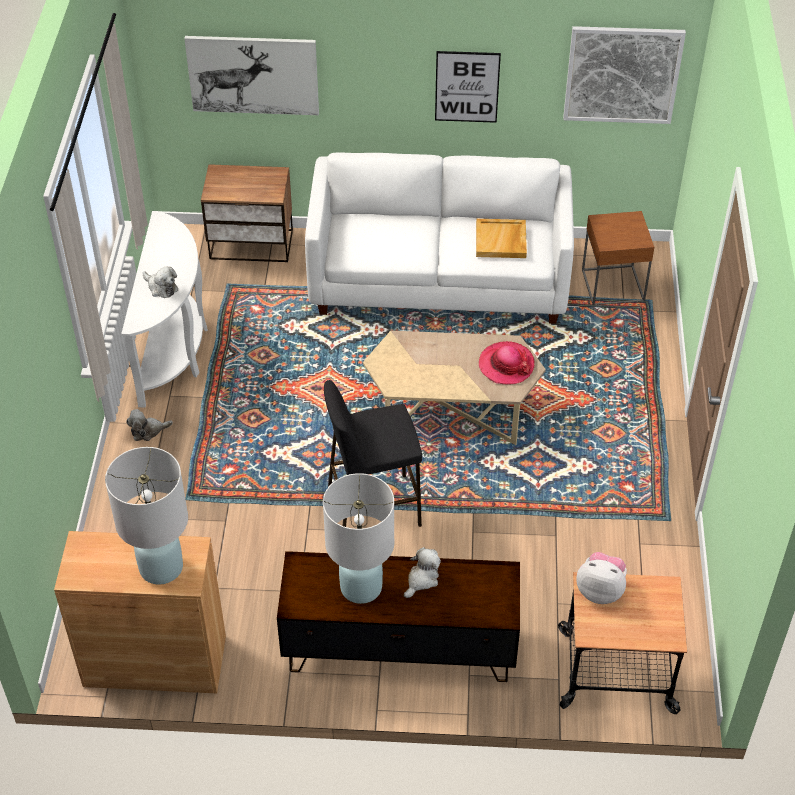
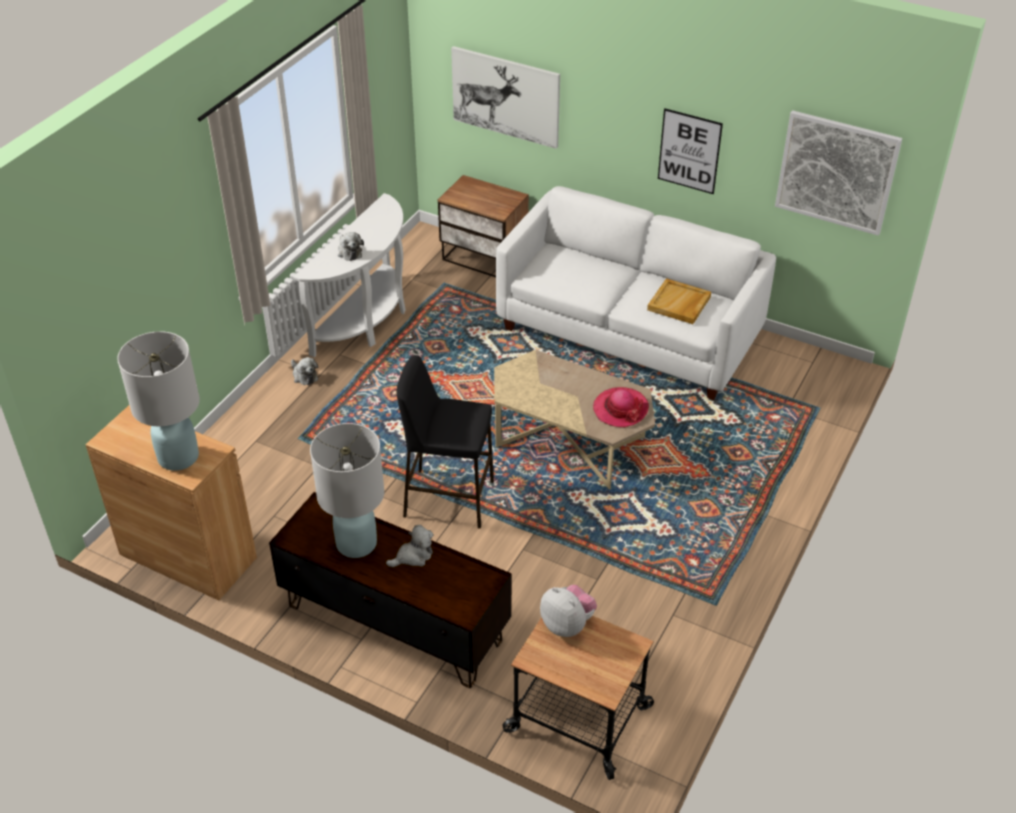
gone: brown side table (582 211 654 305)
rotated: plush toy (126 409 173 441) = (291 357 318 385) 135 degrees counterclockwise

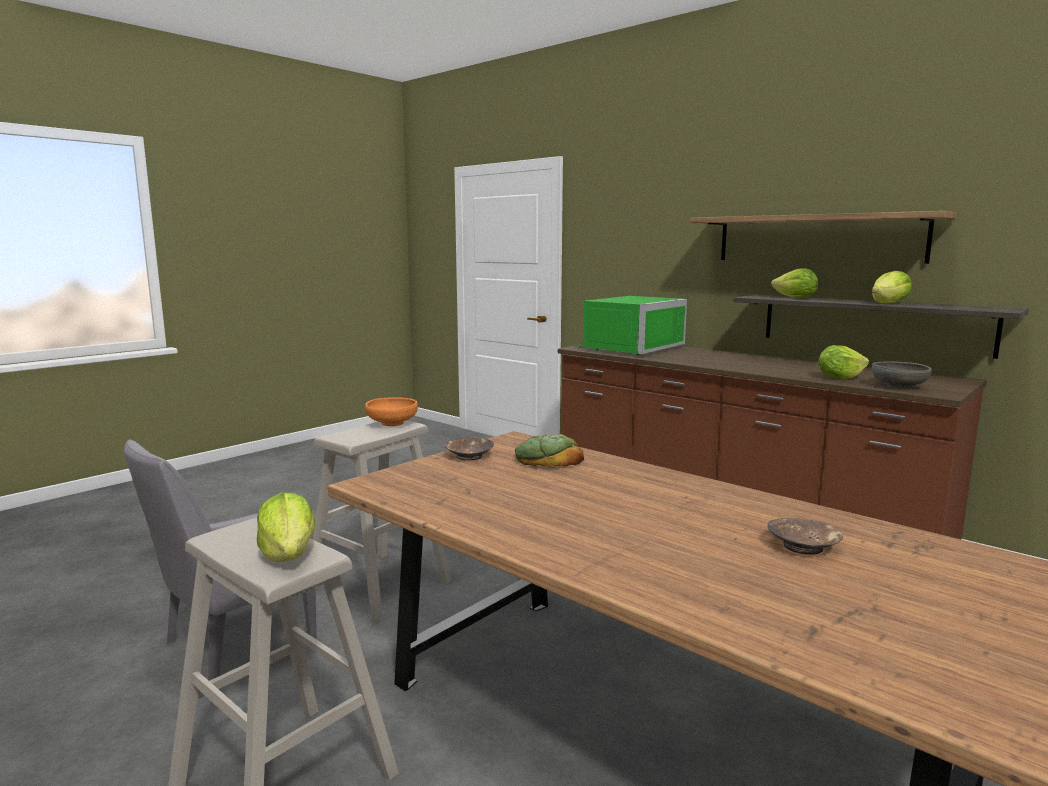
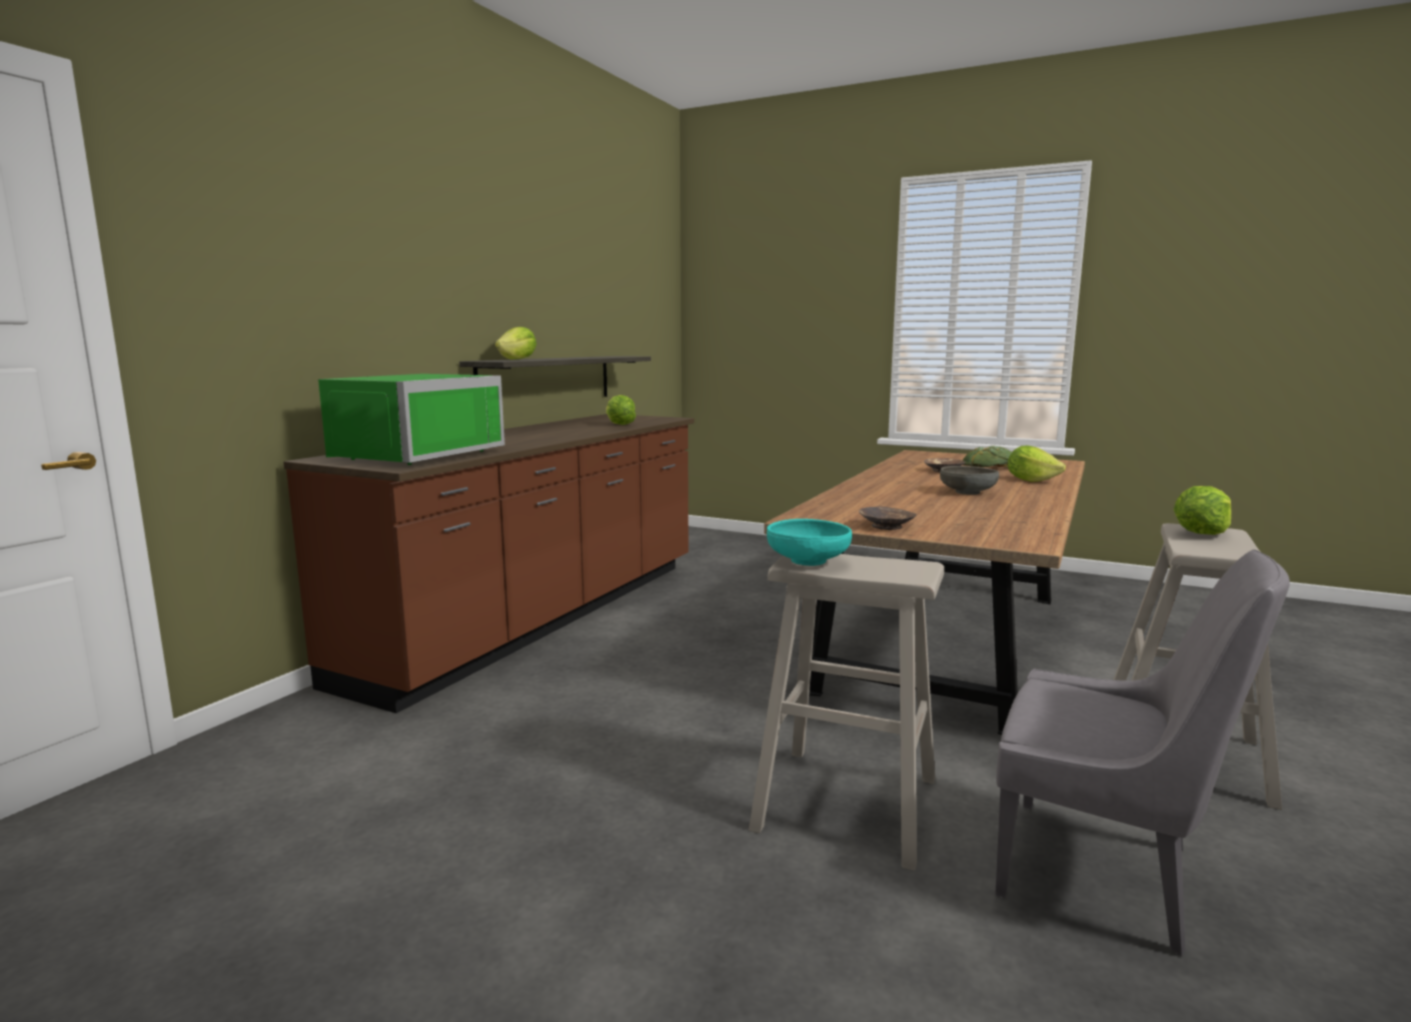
gone: shelf (690 211 957 264)
shifted: grey bowl (872 361 932 389) to (940 466 999 495); bread (515 434 584 467) to (963 446 1012 467); lettuce (872 271 912 303) to (1007 446 1066 482)
repainted: orange bowl (365 397 418 426) to turquoise bowl (767 519 852 566)
rotated: green microwave (578 296 687 355) = (318 374 505 465) 90 degrees clockwise

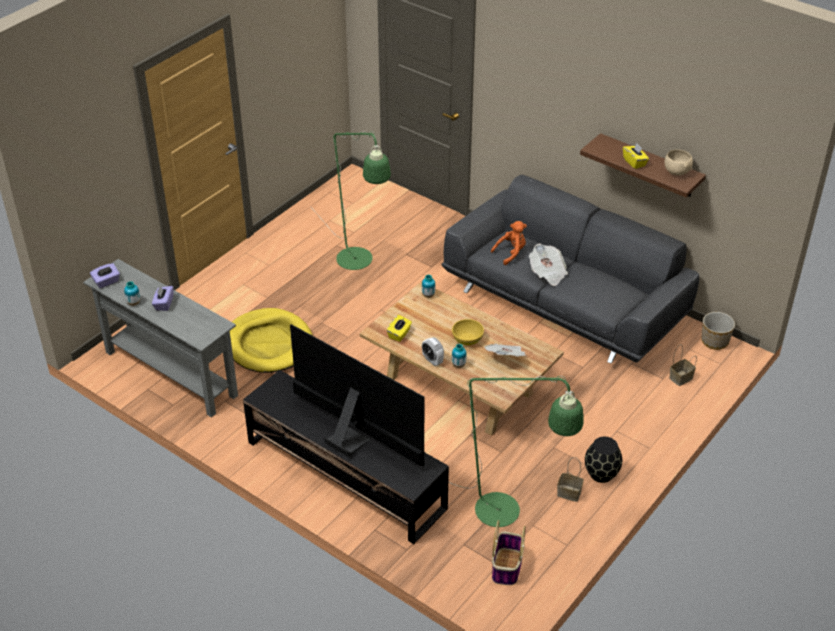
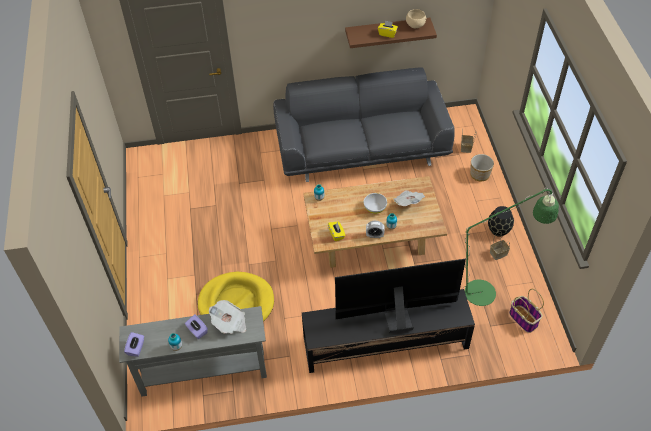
gone: green floor lamp (310 131 391 270); orange plush toy (491 221 527 265)
shifted: newspaper (529 244 568 286) to (209 300 246 334); planter (701 312 735 350) to (470 154 494 181)
repainted: yellow bowl (452 319 484 346) to white bowl (364 193 387 214)

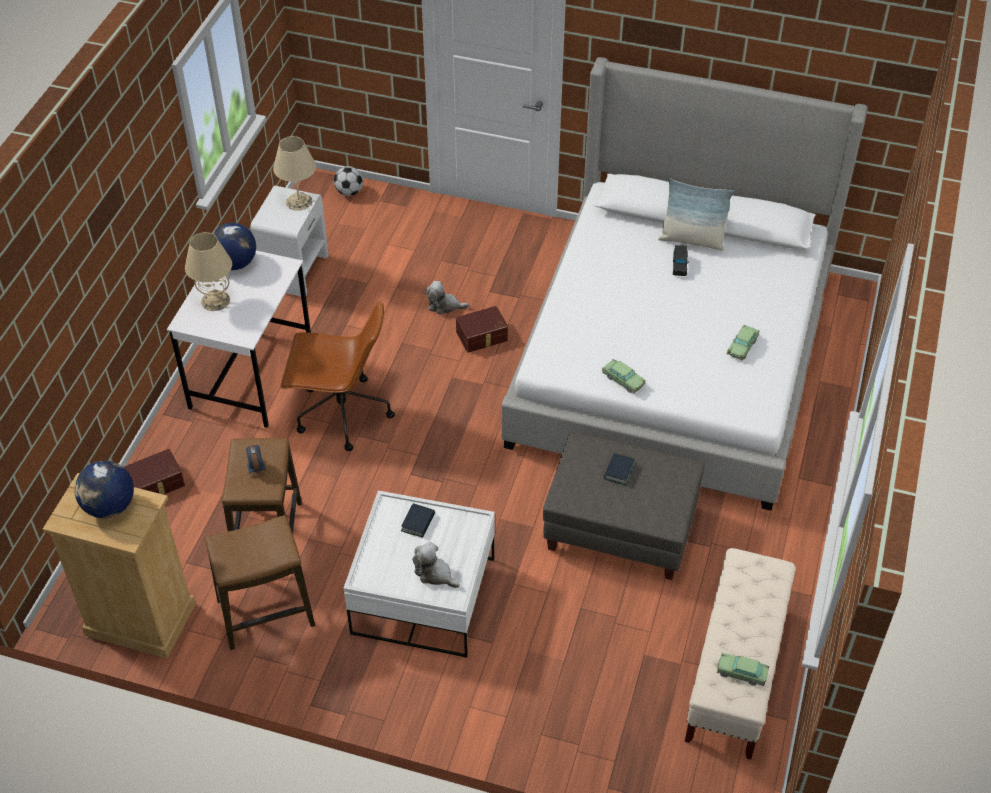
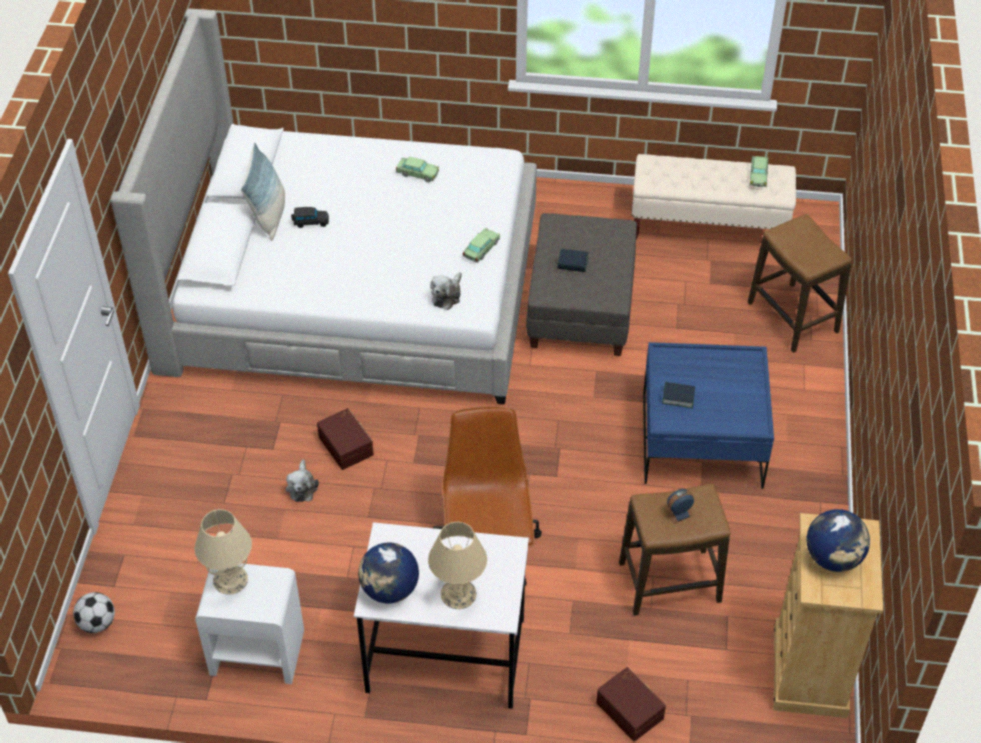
shifted: plush toy (412 542 460 588) to (430 272 462 310); stool (205 515 315 650) to (747 214 852 353)
repainted: white coffee table (343 491 495 657) to blue coffee table (643 342 774 489)

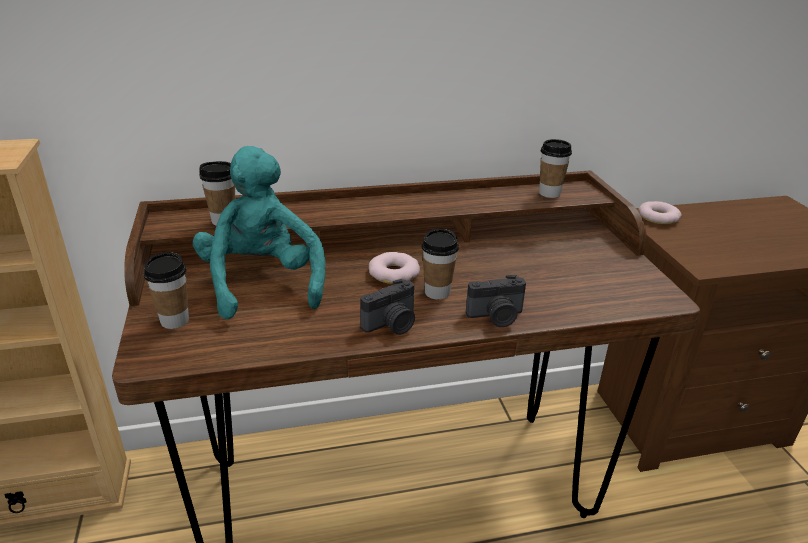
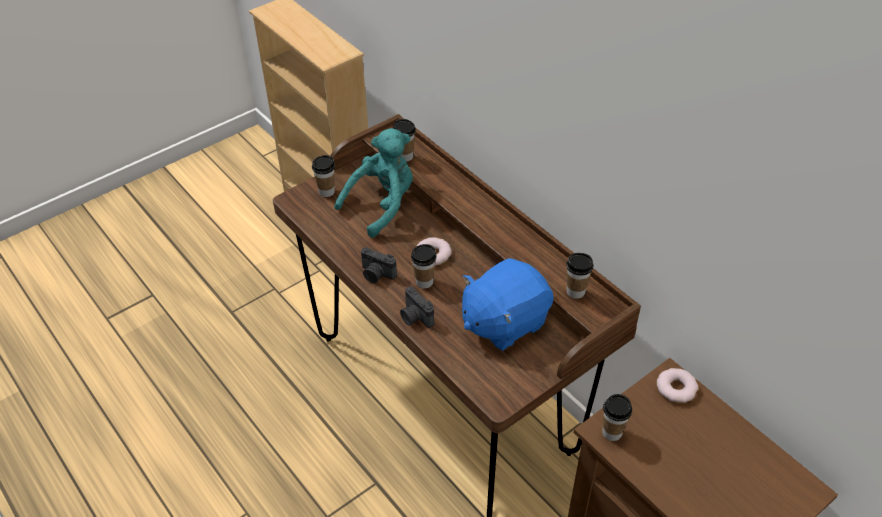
new: blue plush toy (462 258 554 351); cup (602 394 632 441)

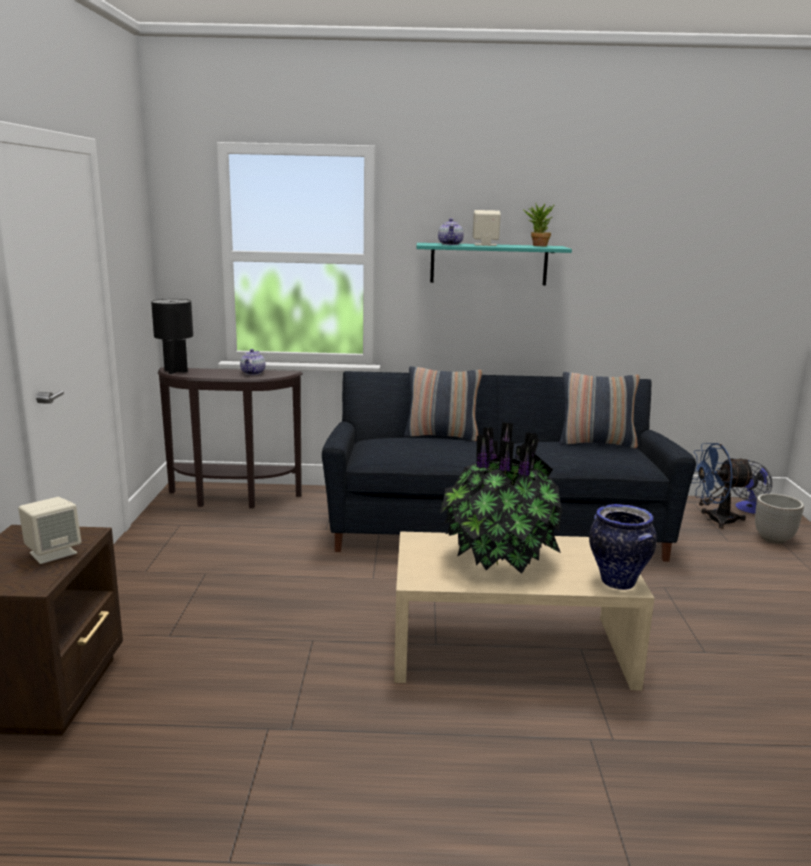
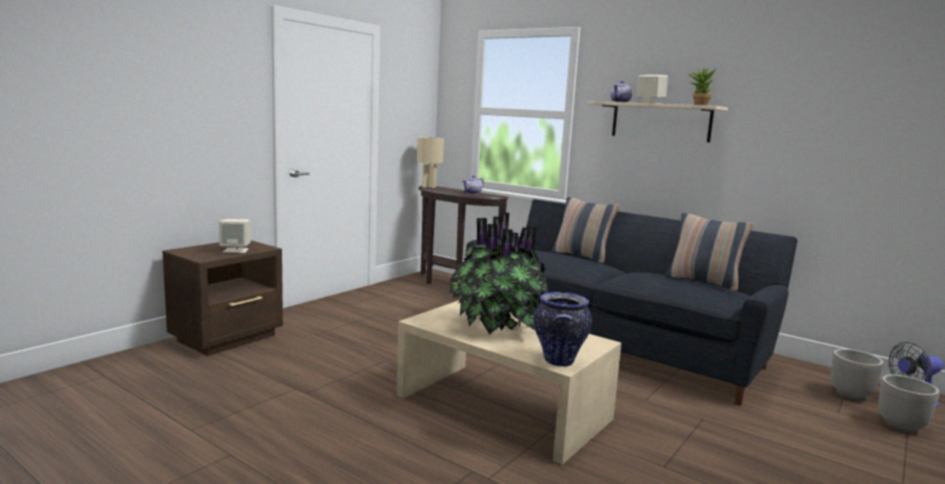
swapped: blue fan (691 443 755 529) to planter (831 349 884 400)
repainted: black table lamp (151 299 193 374) to beige table lamp (417 137 444 188); turquoise shelf (416 243 572 285) to beige shelf (588 101 728 142)

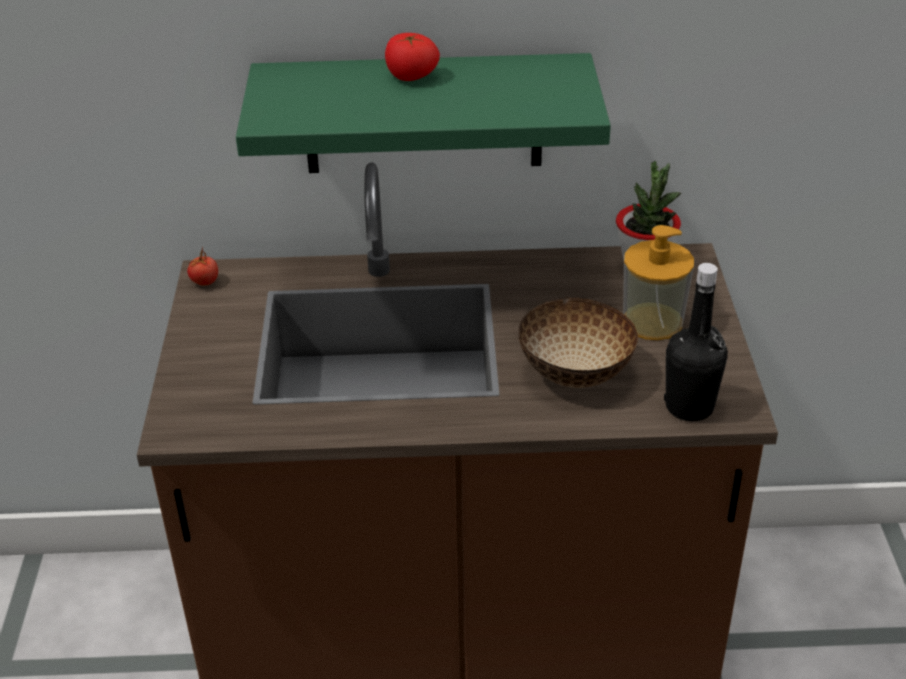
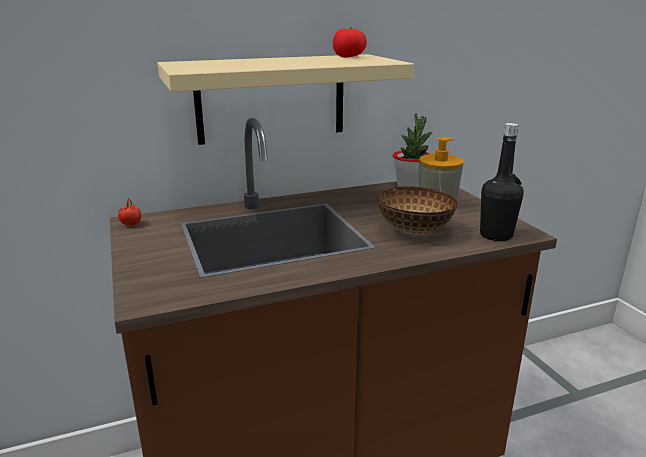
shifted: tomato (385 33 440 81) to (333 27 367 57)
repainted: green shelf (236 53 611 173) to beige shelf (157 54 414 145)

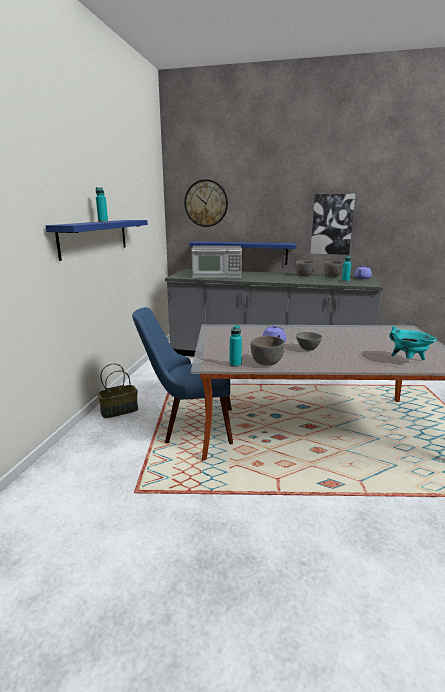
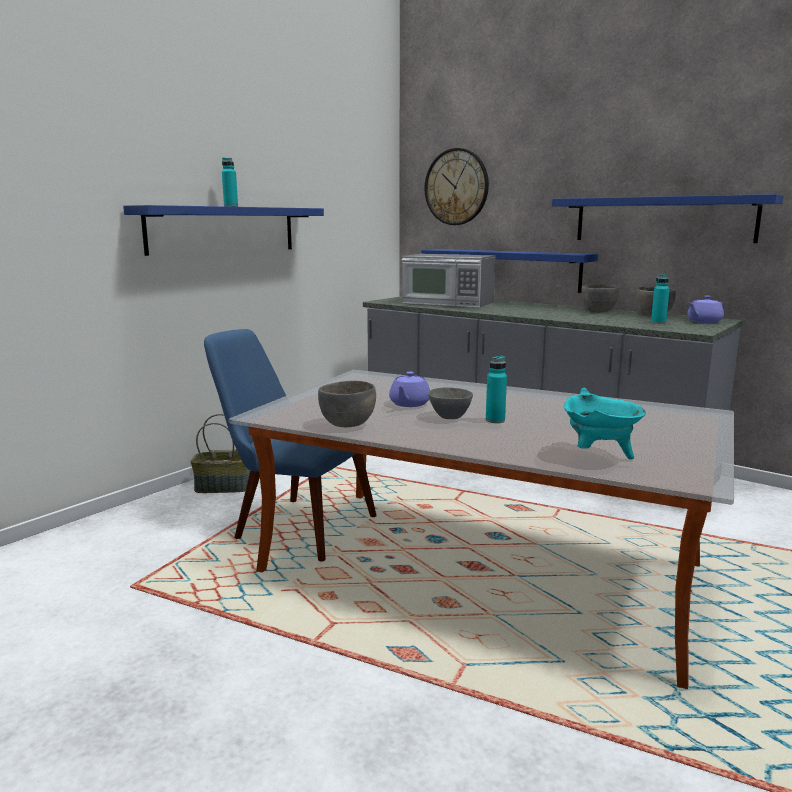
shifted: turquoise bottle (229 325 242 367) to (486 356 507 423)
swapped: picture (310 194 356 255) to blue shelf (552 194 783 243)

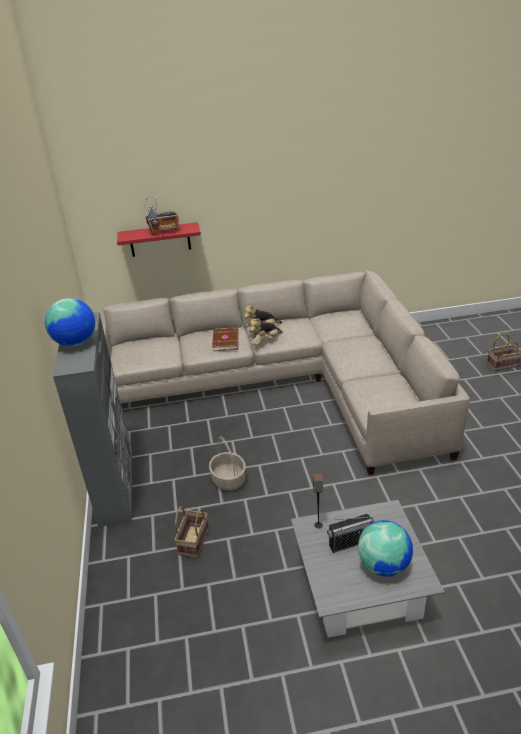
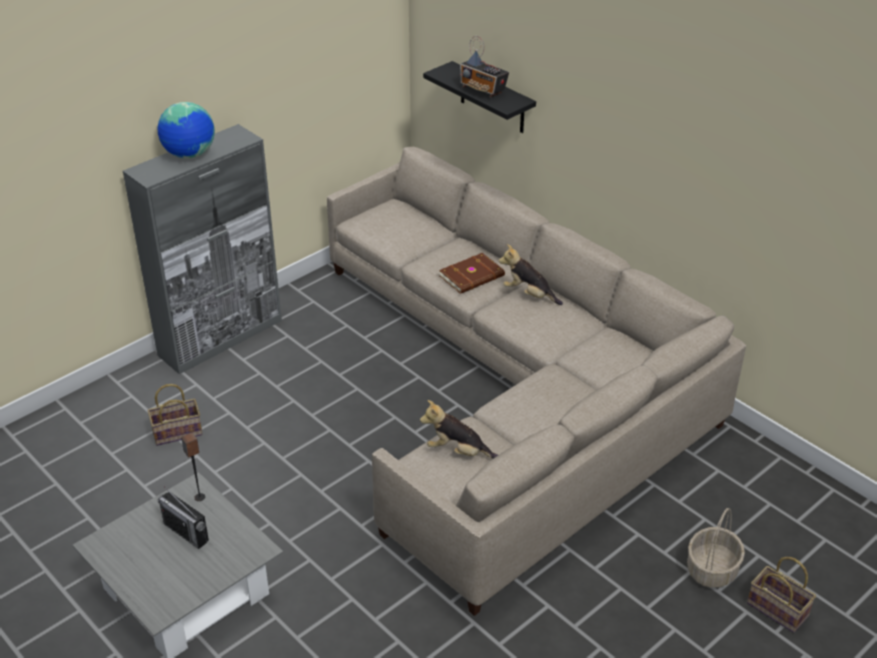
gone: globe (358 520 413 577)
shifted: plush toy (248 318 282 345) to (420 400 498 459); basket (209 436 246 491) to (687 508 745 588)
repainted: red shelf (117 222 201 257) to black shelf (423 61 536 133)

